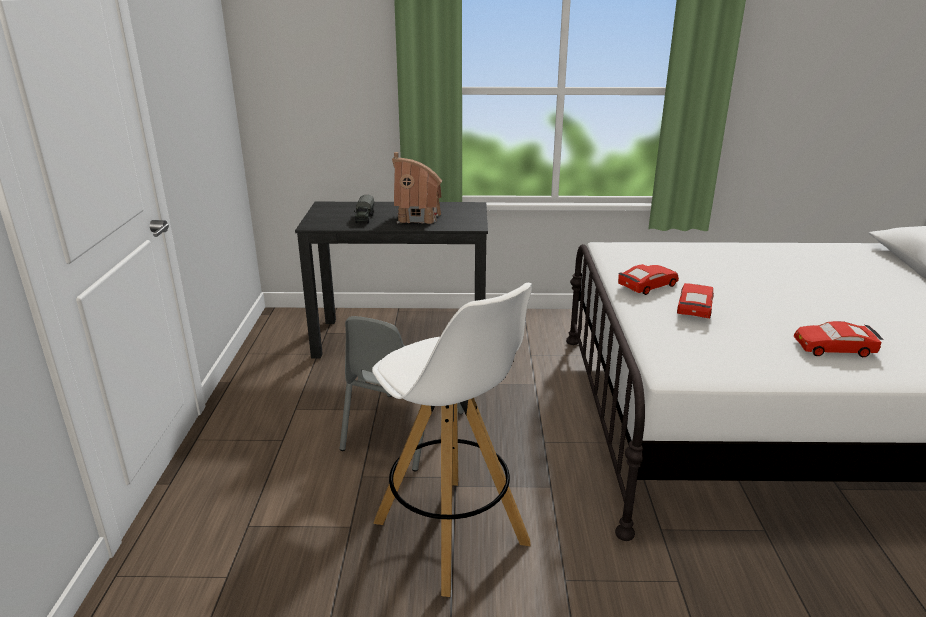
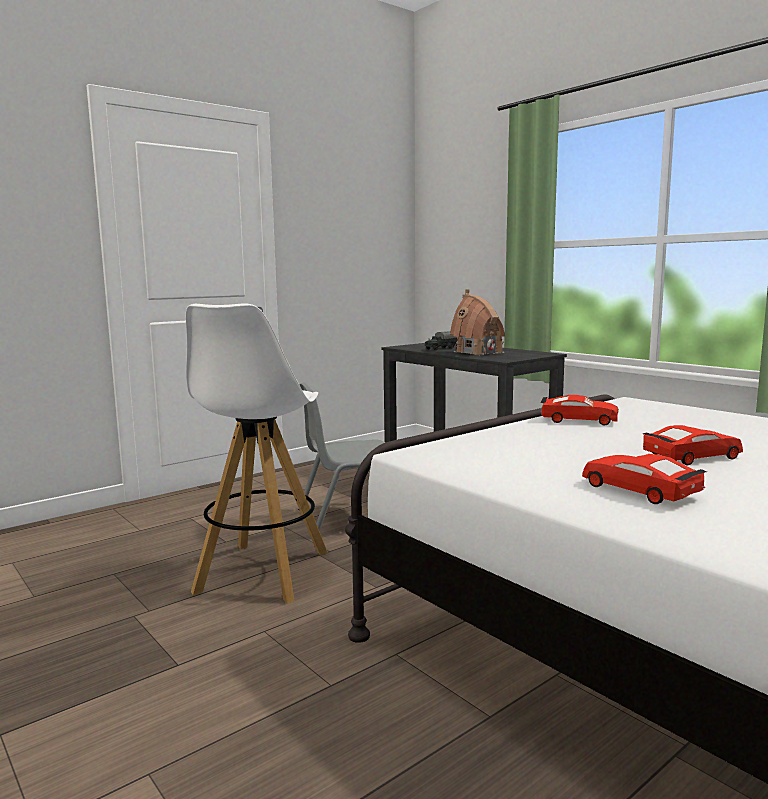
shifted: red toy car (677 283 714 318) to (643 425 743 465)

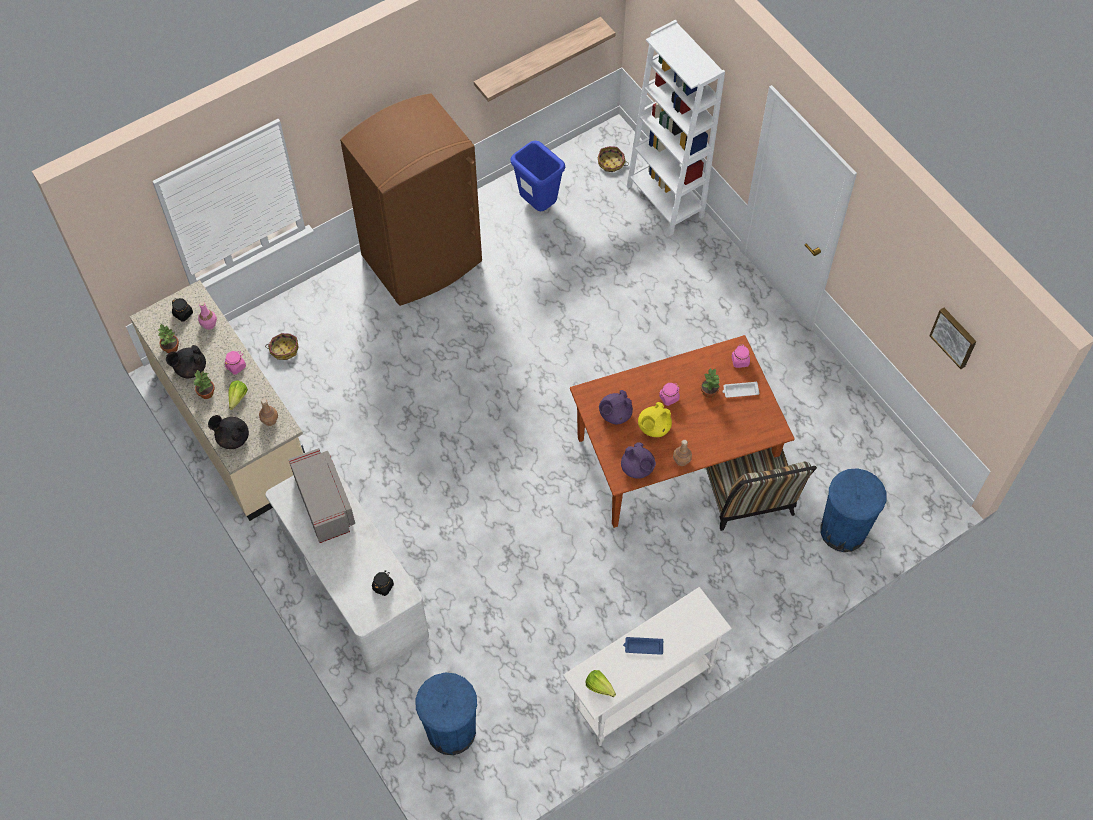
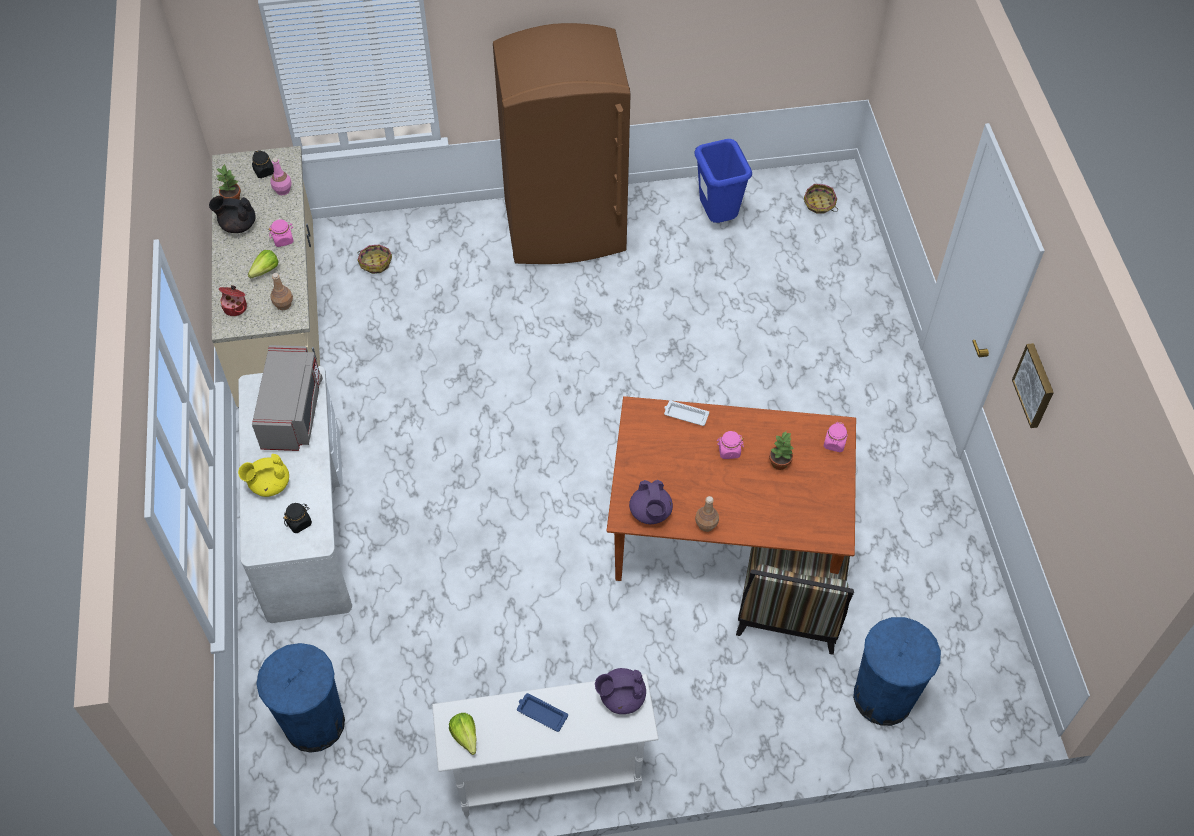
gone: potted plant (193 370 215 399); shelf (474 17 615 102); white bookcase (627 20 725 236)
shifted: yellow teapot (638 402 672 437) to (238 454 289 497); purple teapot (599 390 633 424) to (595 668 646 714); white tray (722 382 760 398) to (664 401 709 426); picture (929 308 976 369) to (1012 343 1054 428)
swapped: black teapot (208 415 249 449) to cooking pot (219 285 247 316)

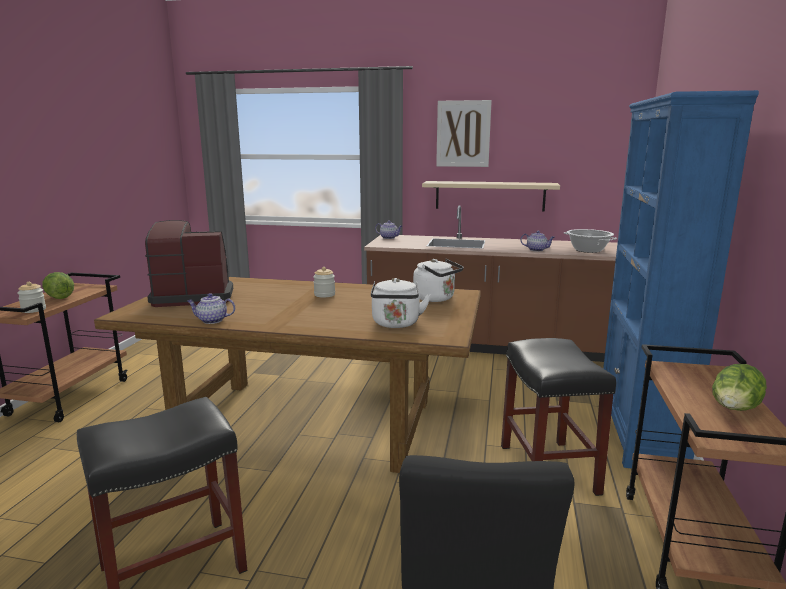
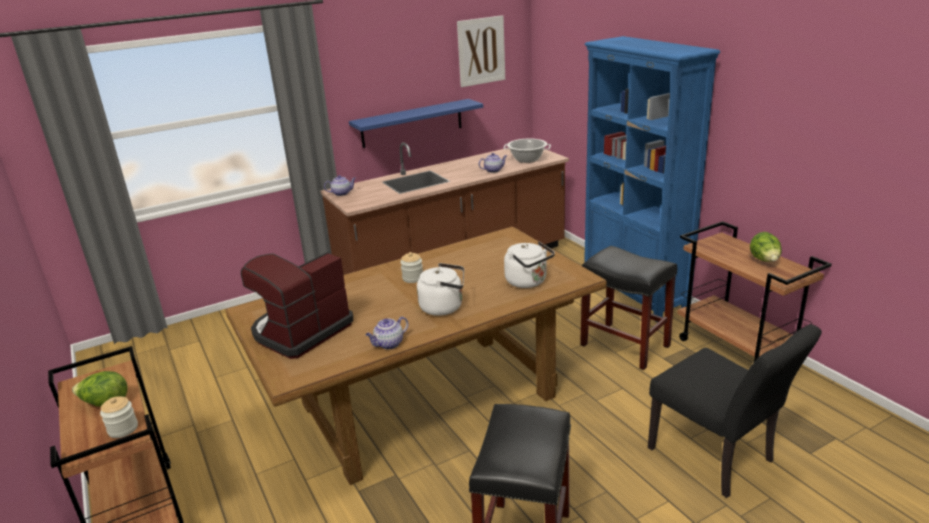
shifted: white kettle (413 259 464 302) to (417 263 464 316); picture (436 100 492 167) to (457 15 505 87)
repainted: beige shelf (422 181 560 212) to blue shelf (349 99 483 148)

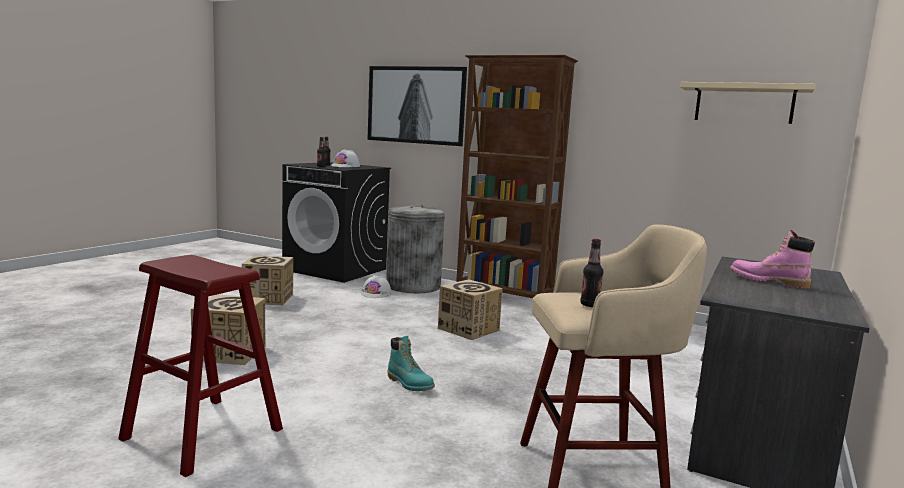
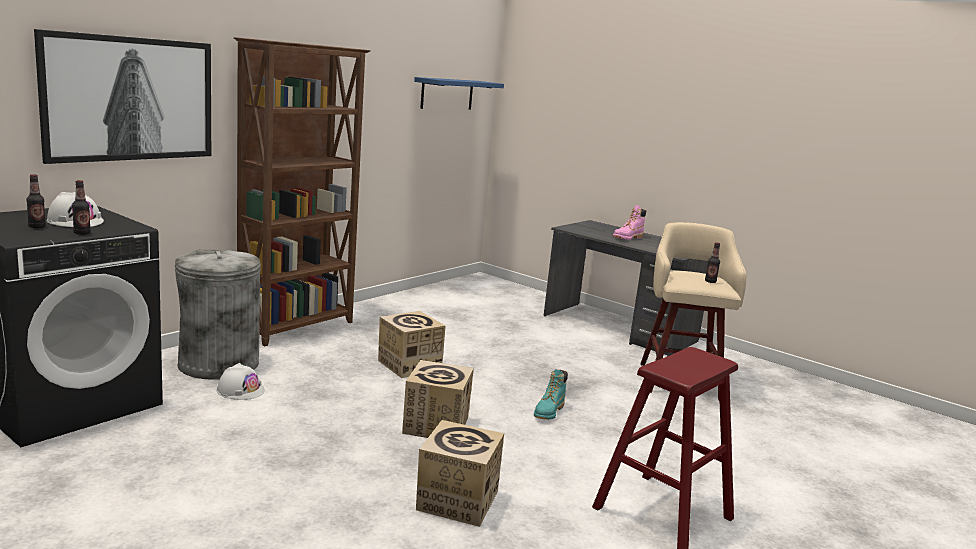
shifted: cardboard box (242 255 293 305) to (402 360 474 438)
repainted: beige shelf (680 82 815 124) to blue shelf (414 77 504 110)
rotated: turquoise boot (388 336 435 391) = (534 369 568 420) 150 degrees clockwise

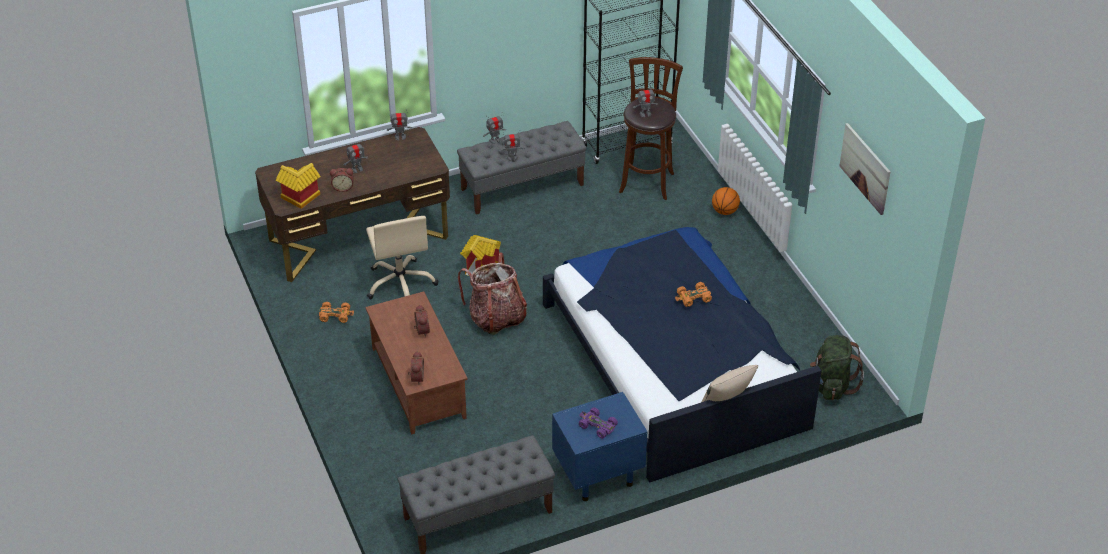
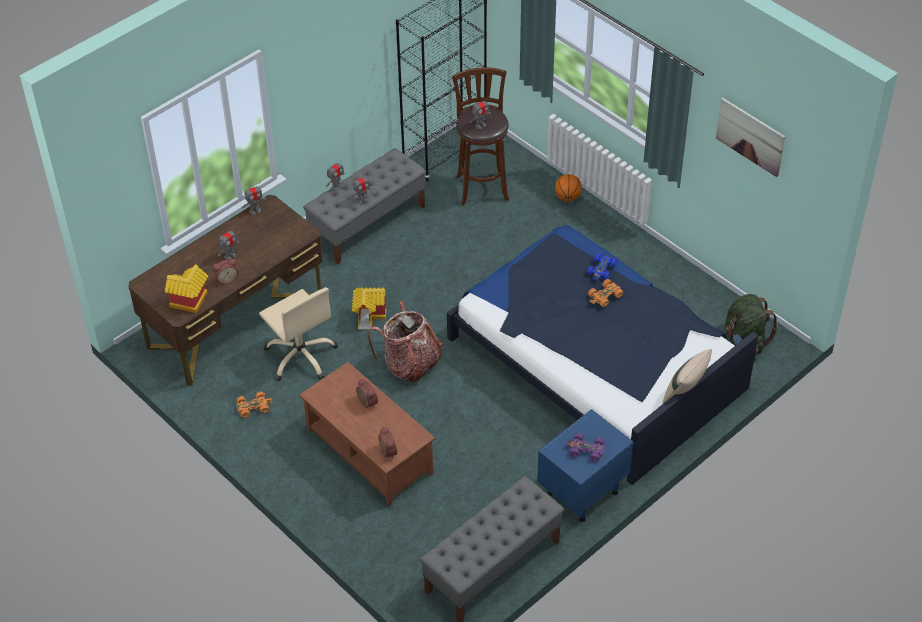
new: blue toy car (587 253 617 281)

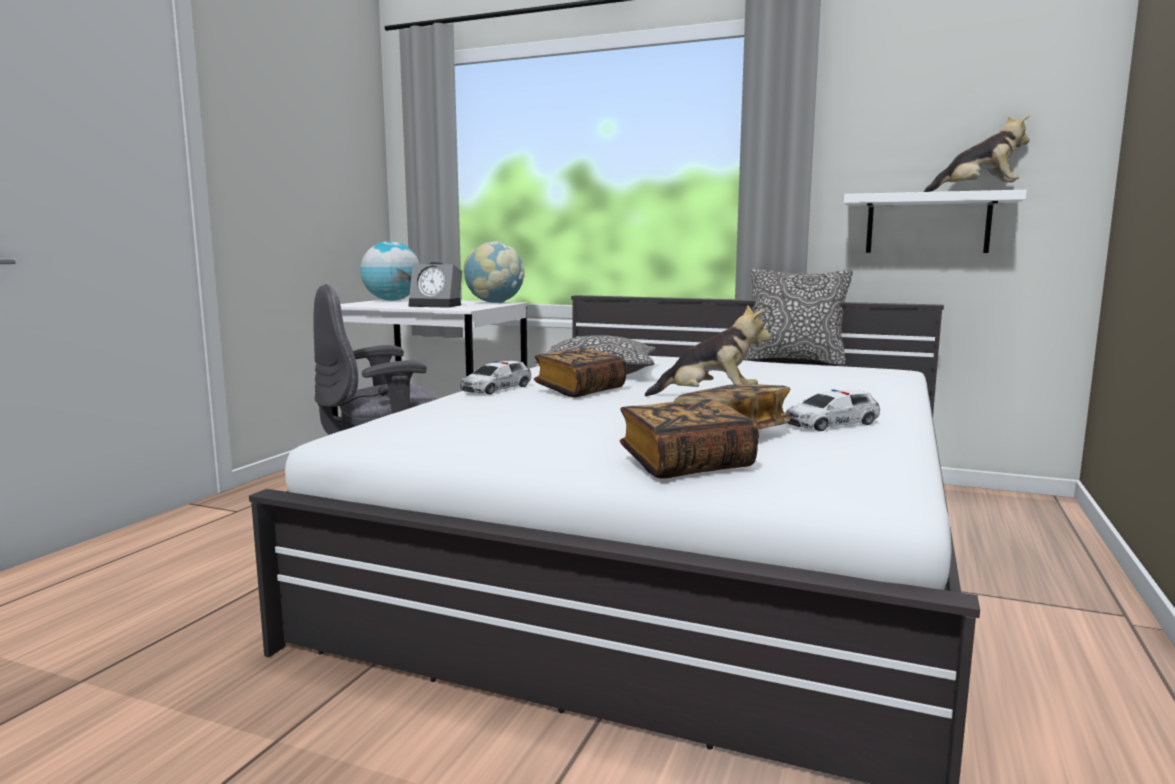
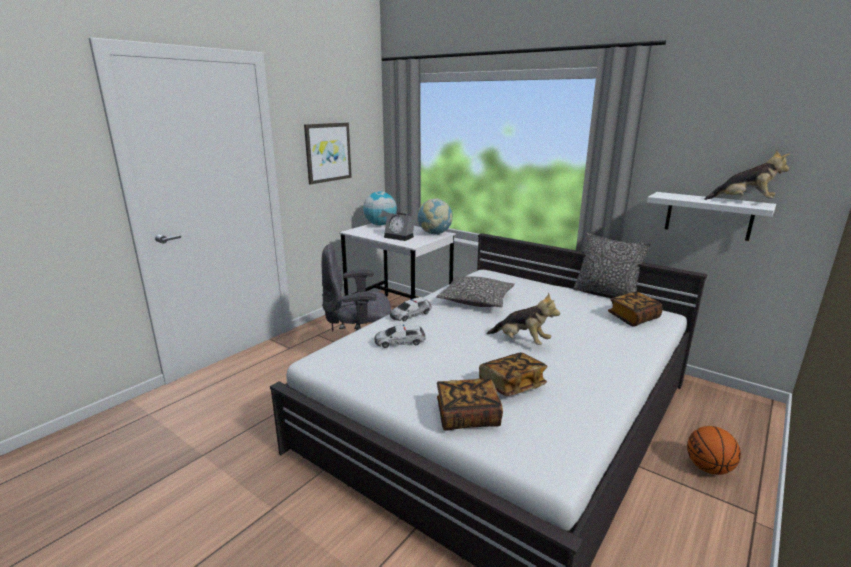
new: picture (304 123 352 184); basketball (687 426 741 475)
shifted: toy car (785 389 880 431) to (374 324 426 348); book (534 348 627 397) to (608 292 663 327)

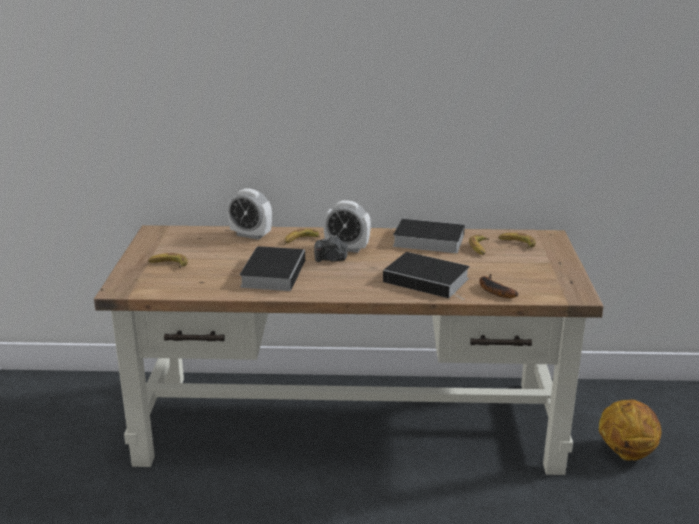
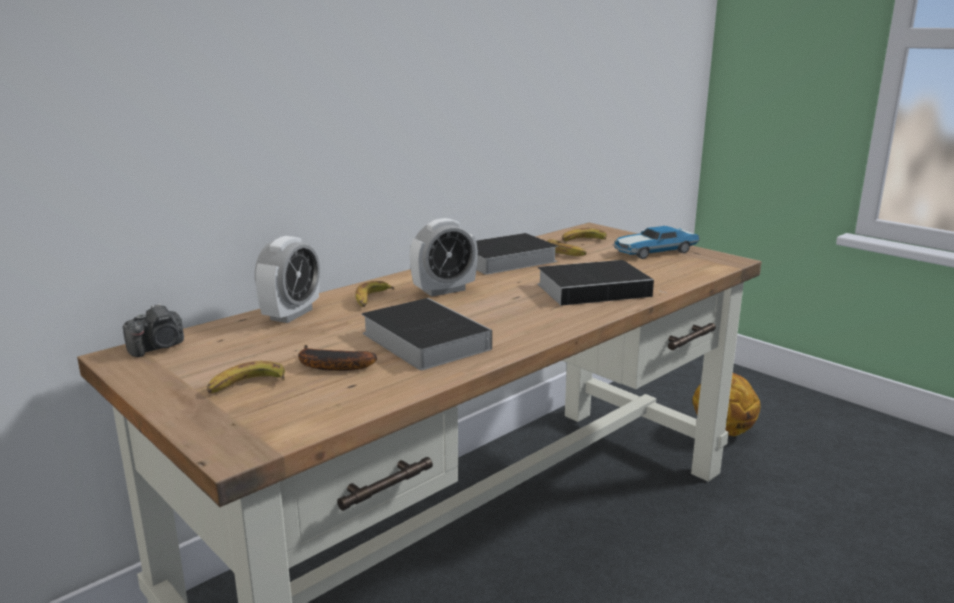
new: toy car (613 226 700 259)
shifted: photo camera (314 235 348 262) to (123 303 184 357); banana (479 274 518 298) to (298 345 377 371)
rotated: alarm clock (227 188 272 240) = (255 236 320 323) 45 degrees counterclockwise

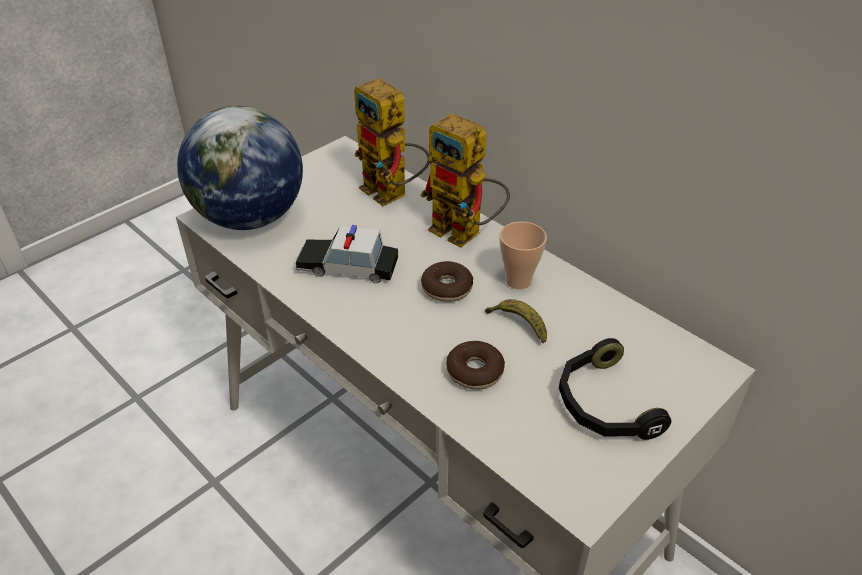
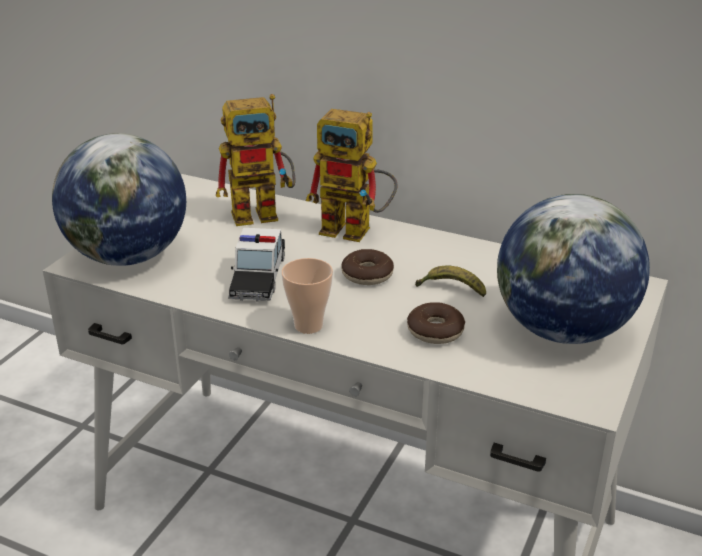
shifted: cup (499 222 547 289) to (281 258 333 334)
swapped: black headphones (559 338 671 440) to globe (497 194 650 344)
rotated: toy robot (354 78 430 206) = (216 94 296 226) 45 degrees counterclockwise; toy car (295 225 398 283) = (228 228 285 301) 75 degrees counterclockwise

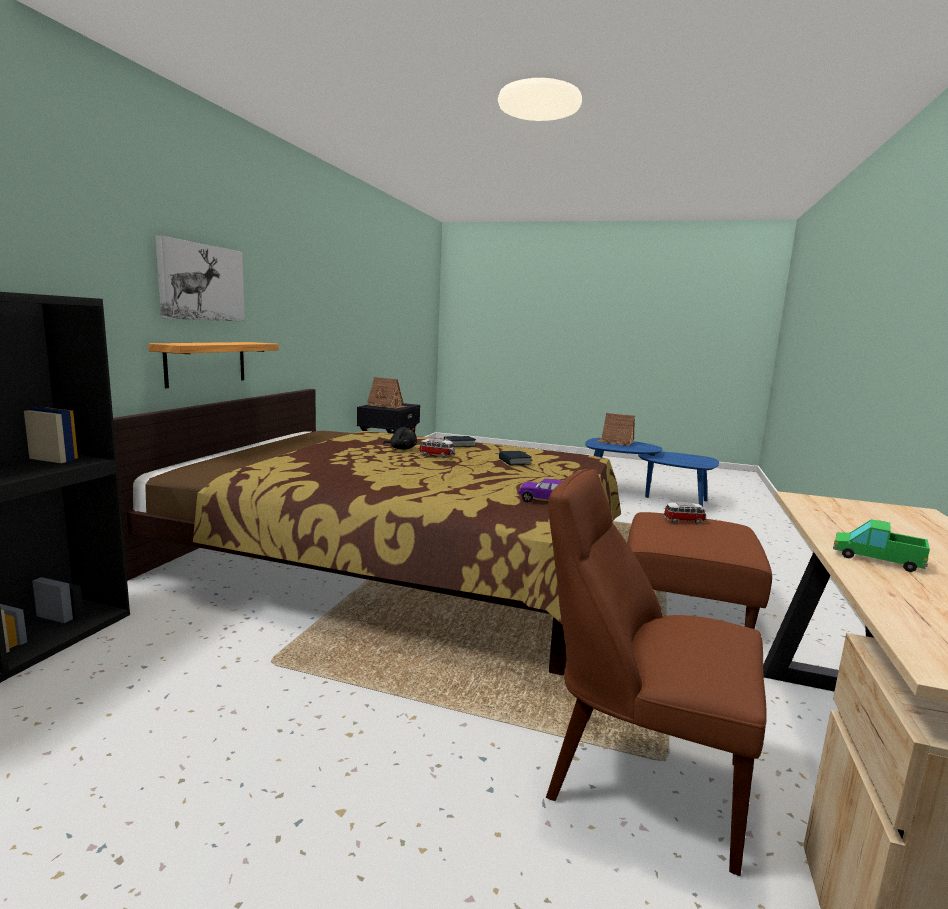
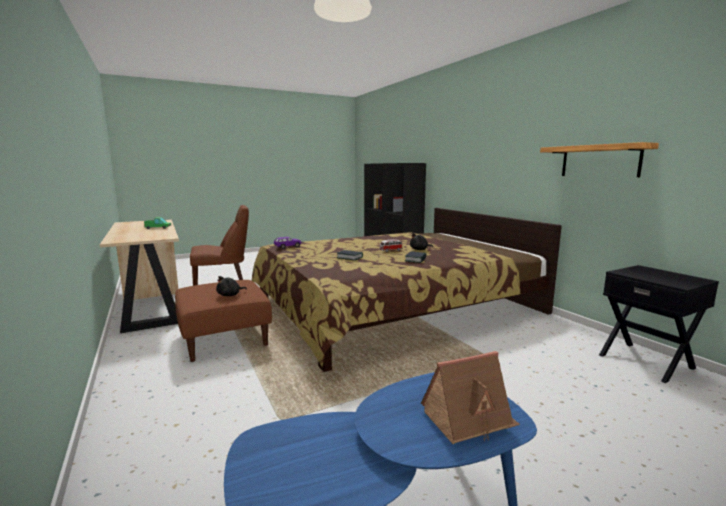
gone: picture (155 235 245 321); toy house (367 377 407 409)
shifted: shelf (148 342 279 388) to (540 142 659 177)
swapped: toy car (663 502 707 525) to black plush toy (216 276 247 296)

